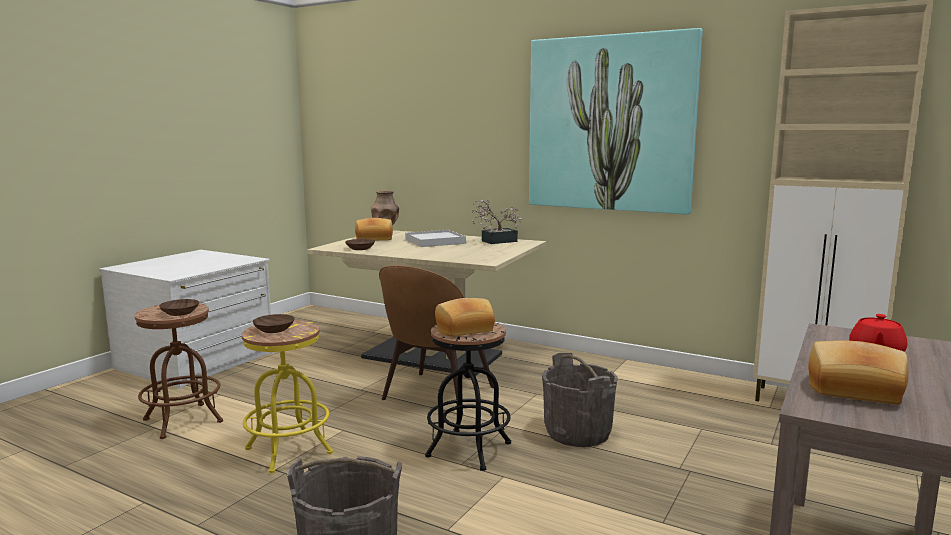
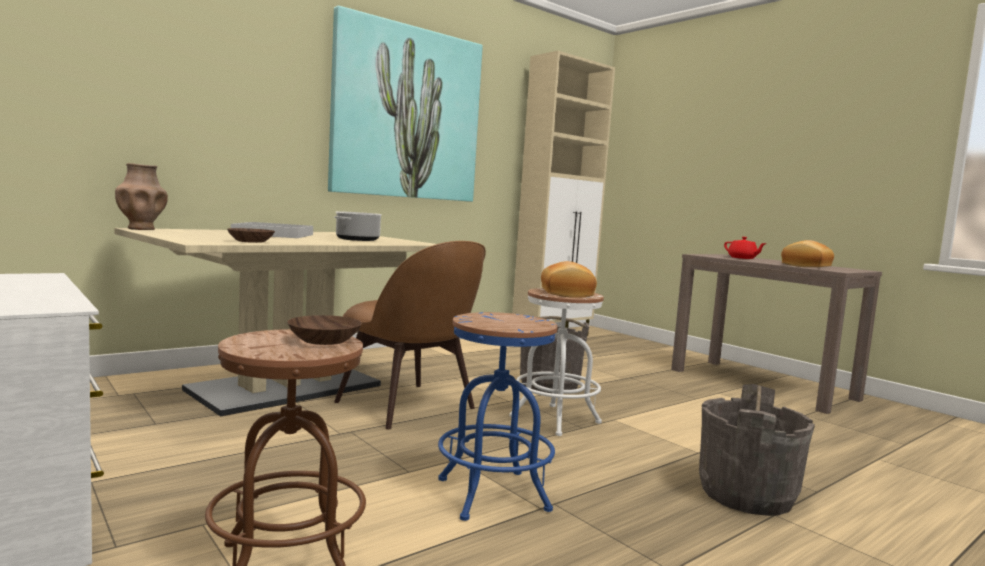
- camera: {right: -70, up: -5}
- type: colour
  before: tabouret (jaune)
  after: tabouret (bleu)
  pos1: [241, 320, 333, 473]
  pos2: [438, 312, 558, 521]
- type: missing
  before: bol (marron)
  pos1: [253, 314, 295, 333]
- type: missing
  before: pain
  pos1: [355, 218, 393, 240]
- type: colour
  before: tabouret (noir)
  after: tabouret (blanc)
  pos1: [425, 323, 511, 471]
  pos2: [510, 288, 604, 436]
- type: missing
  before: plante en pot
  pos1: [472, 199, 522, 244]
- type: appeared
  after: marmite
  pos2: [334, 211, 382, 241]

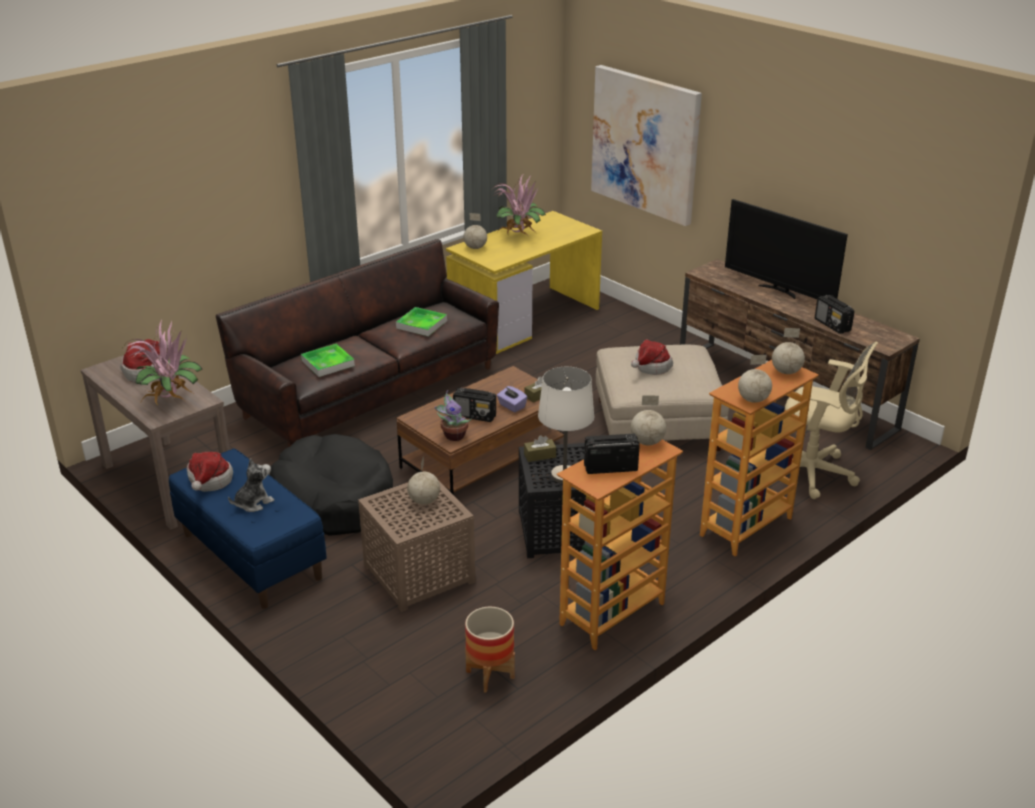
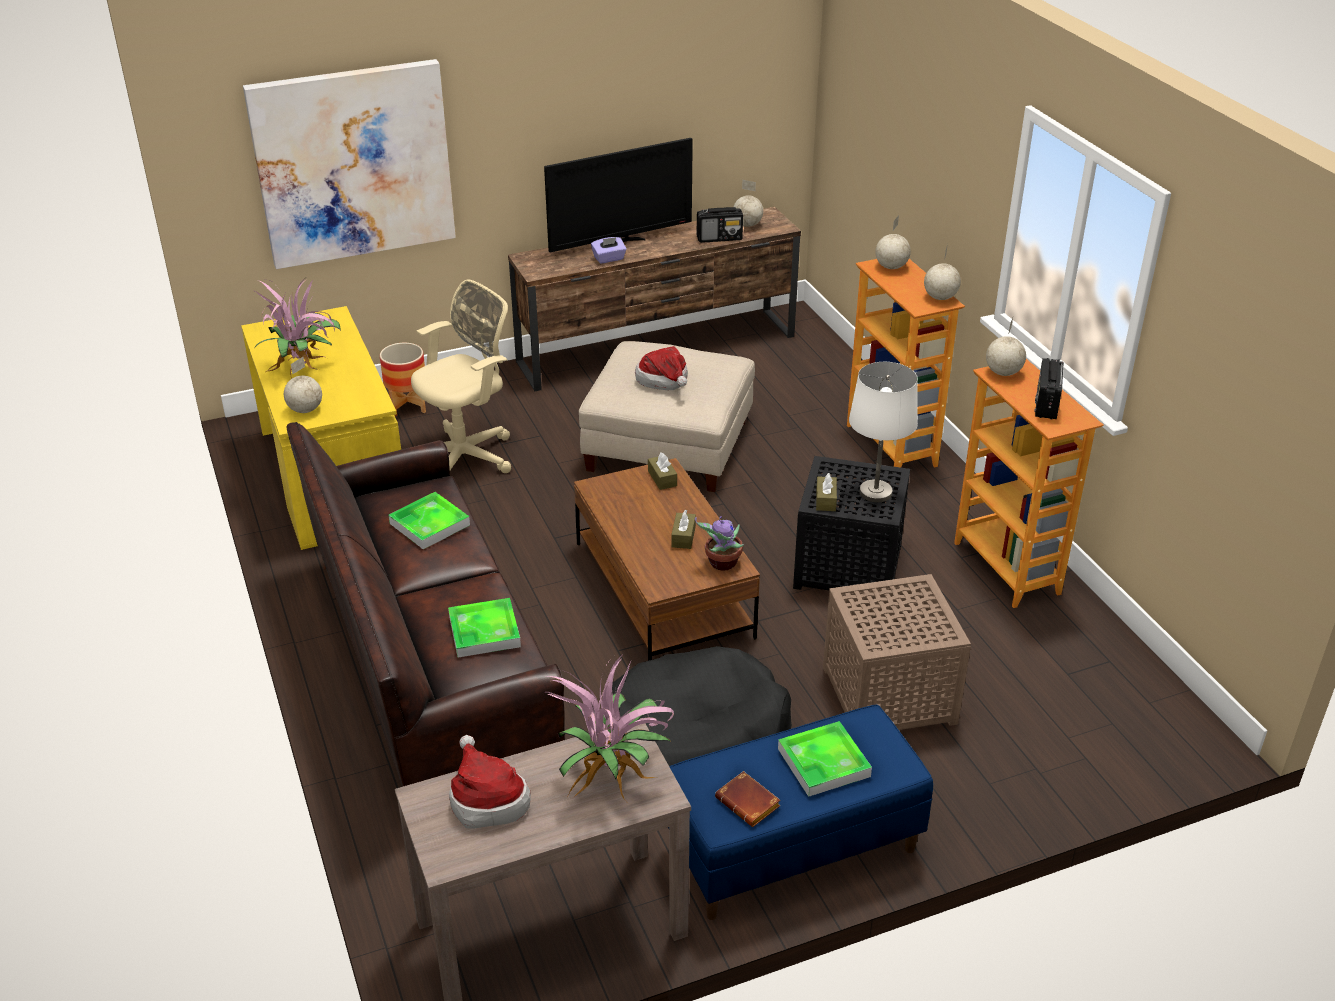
- camera: {right: -70, up: 5}
- type: exchanged
  before: chapeau
  after: livre (marron)
  pos1: [187, 452, 233, 492]
  pos2: [715, 771, 780, 827]
- type: exchanged
  before: peluche
  after: plateau
  pos1: [228, 458, 274, 512]
  pos2: [778, 721, 872, 797]
- type: relocated
  before: globe
  pos1: [407, 456, 440, 505]
  pos2: [733, 180, 763, 227]
- type: exchanged
  before: radio
  after: boîte à mouchoirs (marron)
  pos1: [453, 388, 496, 422]
  pos2: [671, 510, 696, 549]
- type: relocated
  before: cache-pot
  pos1: [465, 607, 515, 693]
  pos2: [380, 343, 426, 417]
- type: relocated
  before: boîte à mouchoirs (violet)
  pos1: [497, 386, 528, 412]
  pos2: [591, 237, 627, 264]
- type: relocated
  before: chaise de bureau (beige)
  pos1: [785, 342, 878, 499]
  pos2: [411, 279, 511, 473]

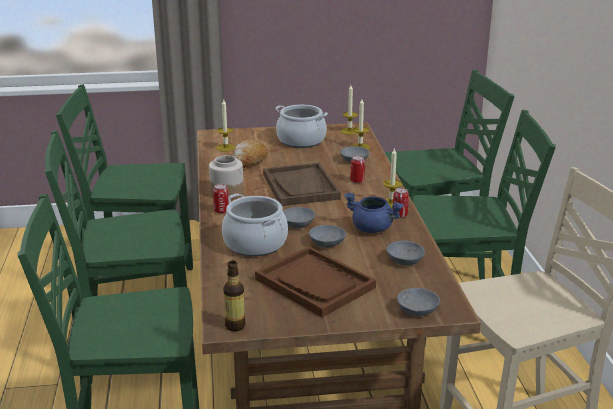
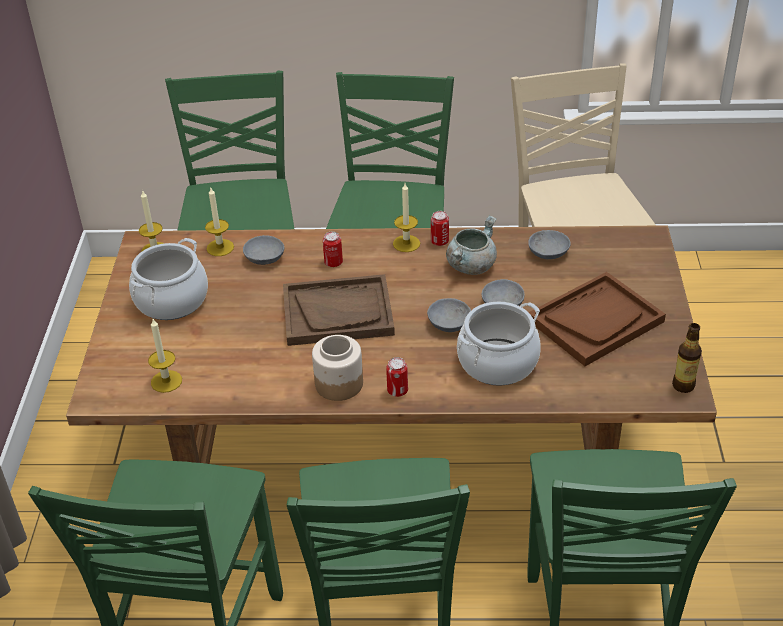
- camera: {right: -80, up: 15}
- type: missing
  before: pain
  pos1: [232, 140, 268, 168]
- type: colour
  before: marmite (bleu)
  after: marmite (gris)
  pos1: [344, 192, 404, 233]
  pos2: [446, 215, 497, 275]
- type: missing
  before: bol (gris)
  pos1: [397, 288, 440, 316]

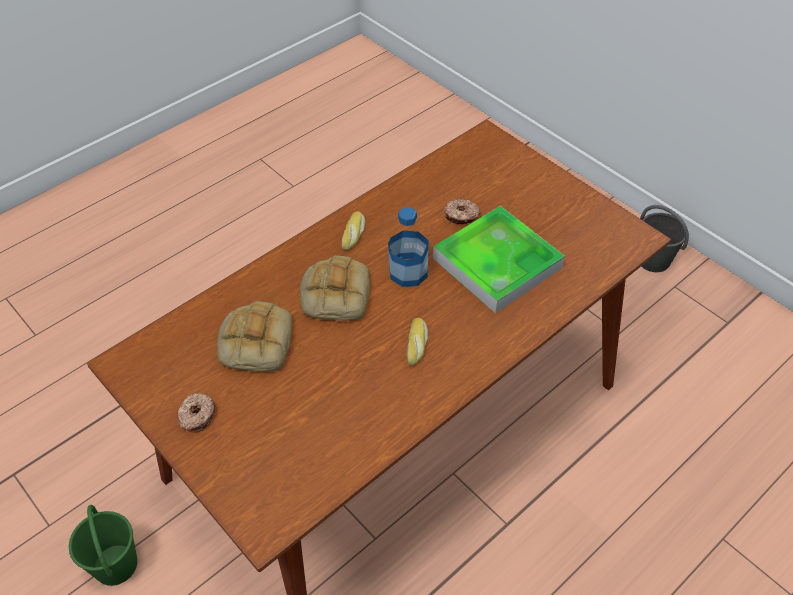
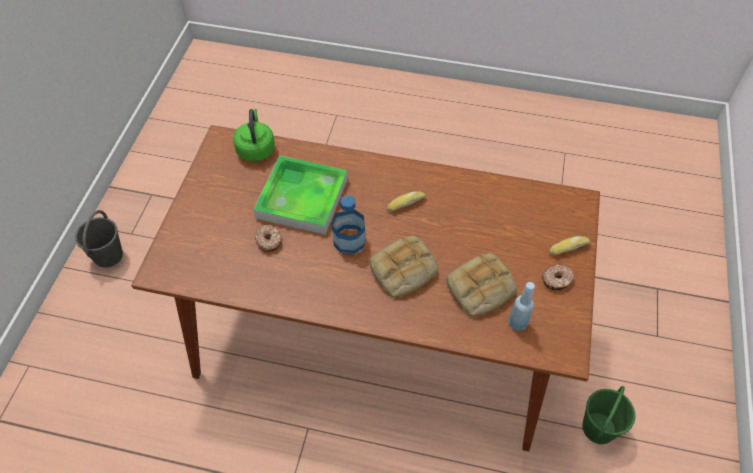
- camera: {right: -125, up: 5}
- type: relocated
  before: pain
  pos1: [342, 211, 365, 250]
  pos2: [549, 236, 590, 256]
- type: appeared
  after: bouilloire (vert)
  pos2: [233, 109, 275, 162]
- type: appeared
  after: bouteille (bleu)
  pos2: [508, 282, 535, 331]

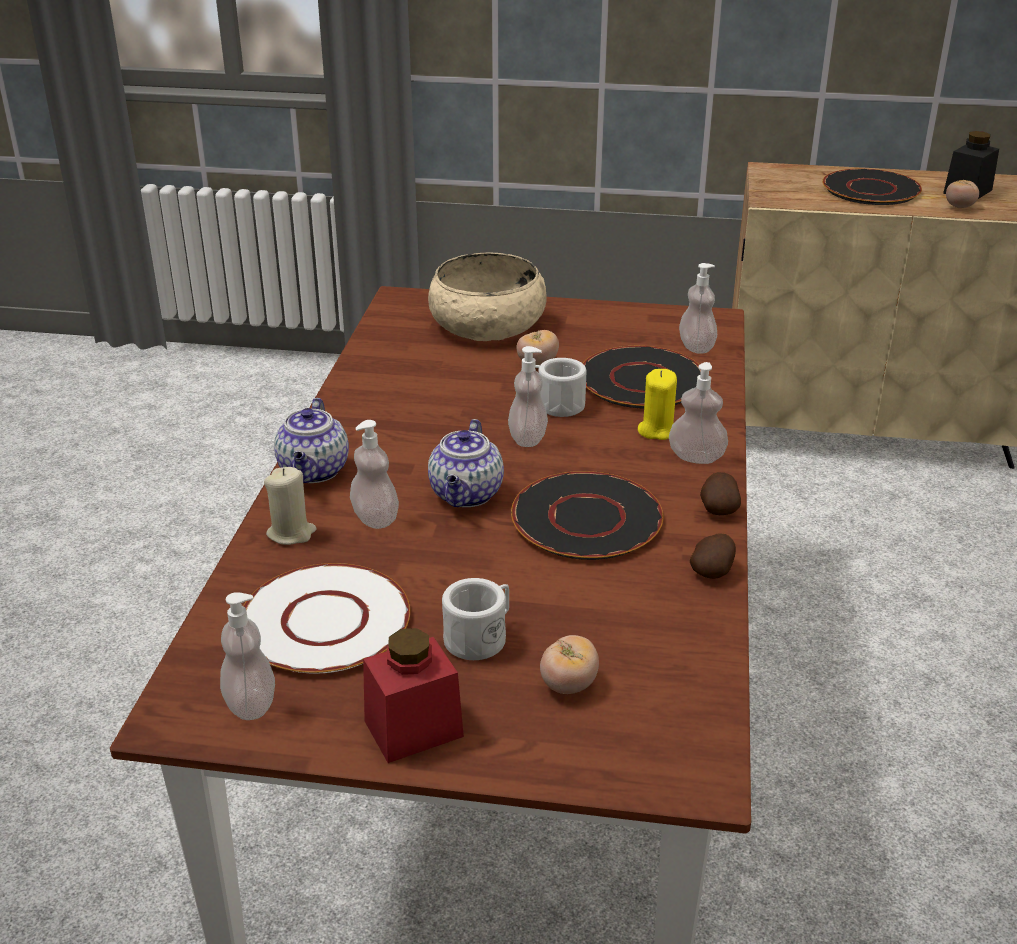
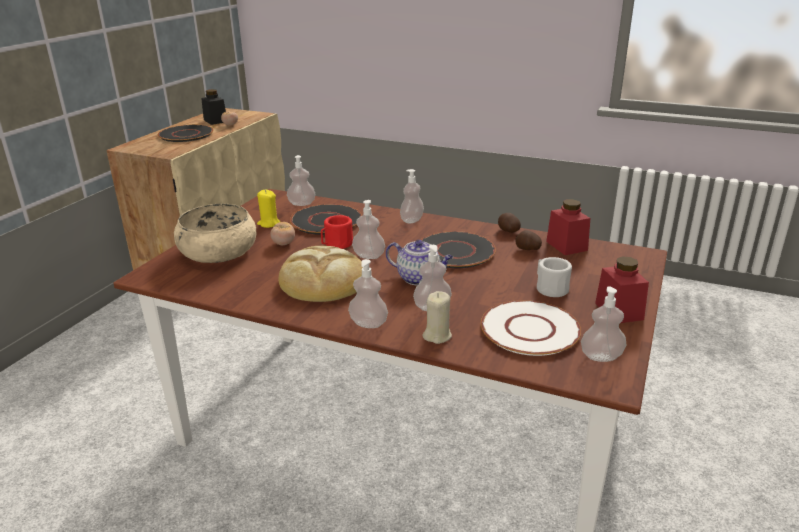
- camera: {right: -75, up: -5}
- type: exchanged
  before: théière
  after: distributeur de savon
  pos1: [274, 398, 349, 483]
  pos2: [348, 259, 388, 328]
- type: colour
  before: mug (blanc)
  after: mug (rouge)
  pos1: [535, 358, 586, 417]
  pos2: [321, 215, 353, 249]
- type: missing
  before: tomate
  pos1: [540, 635, 599, 694]
- type: relocated
  before: bougie (jaune)
  pos1: [638, 369, 677, 440]
  pos2: [257, 189, 280, 228]
- type: relocated
  before: pomme de terre
  pos1: [700, 472, 741, 515]
  pos2: [515, 230, 542, 250]
- type: appeared
  after: pain
  pos2: [279, 246, 363, 302]
- type: appeared
  after: bocal (rouge)
  pos2: [546, 199, 590, 255]

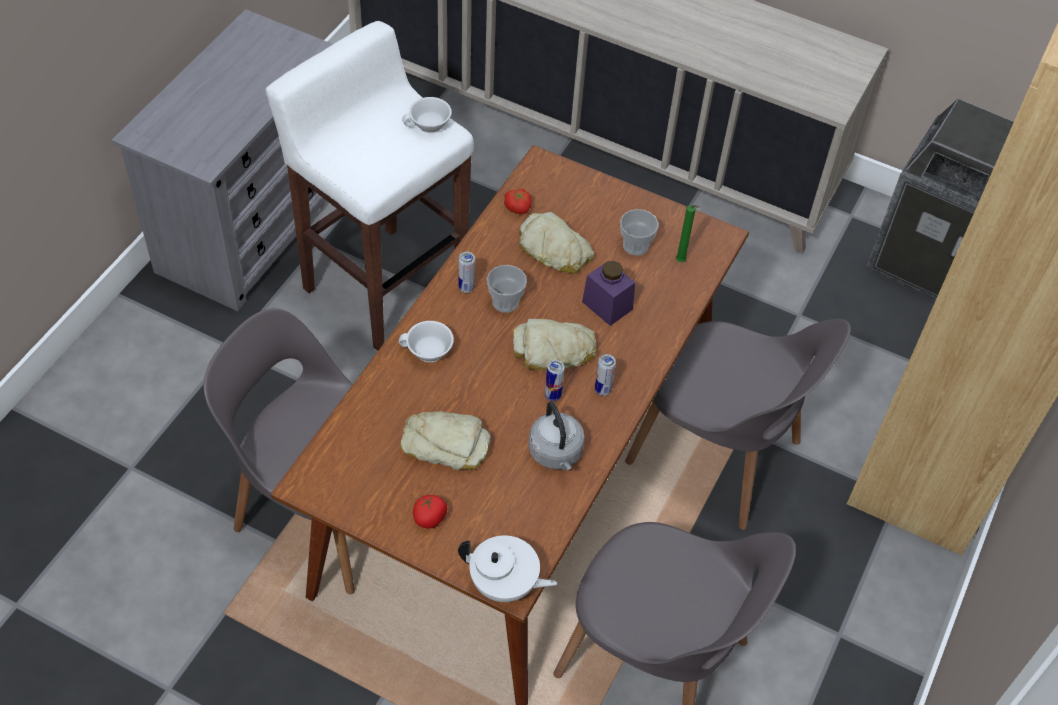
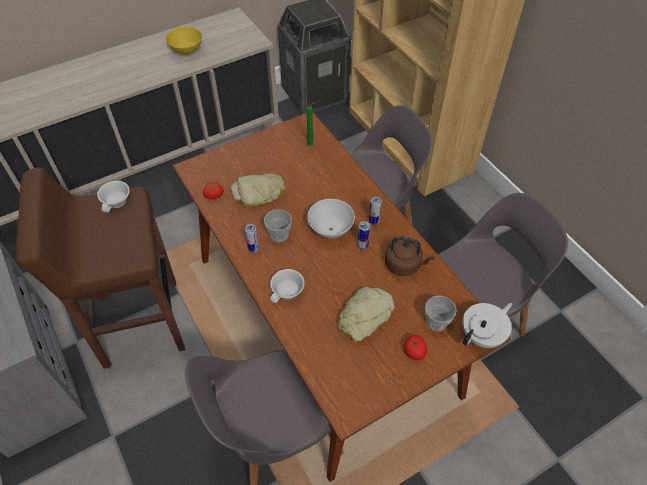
- camera: {right: -55, up: 0}
- type: colour
  before: tabouret (blanc)
  after: tabouret (marron)
  pos1: [265, 21, 474, 351]
  pos2: [16, 167, 185, 369]
- type: exchanged
  before: pain
  after: bol (blanc)
  pos1: [513, 319, 596, 370]
  pos2: [307, 199, 355, 238]
- type: colour
  before: bouilloire (gris)
  after: bouilloire (marron)
  pos1: [528, 402, 585, 470]
  pos2: [385, 236, 434, 276]
- type: missing
  before: bocal (violet)
  pos1: [582, 261, 635, 326]
- type: relocated
  before: tasse
  pos1: [620, 209, 658, 256]
  pos2: [425, 295, 457, 332]
- type: appeared
  after: bol (jaune)
  pos2: [166, 27, 202, 55]

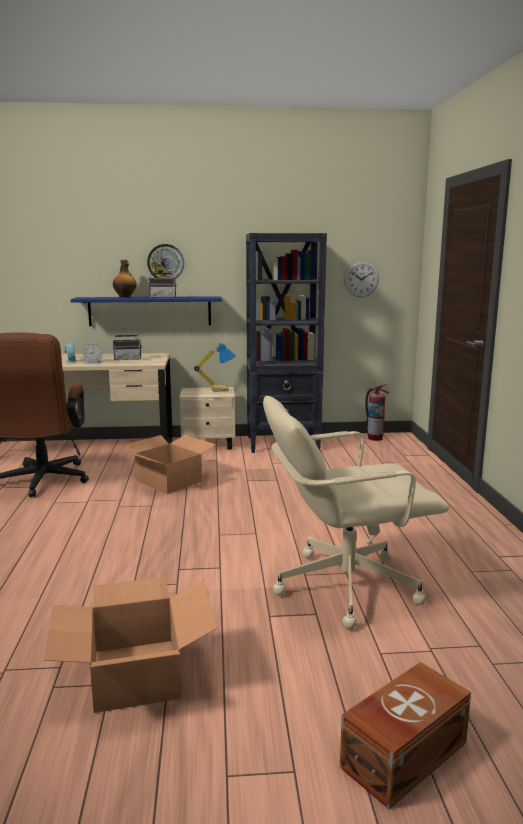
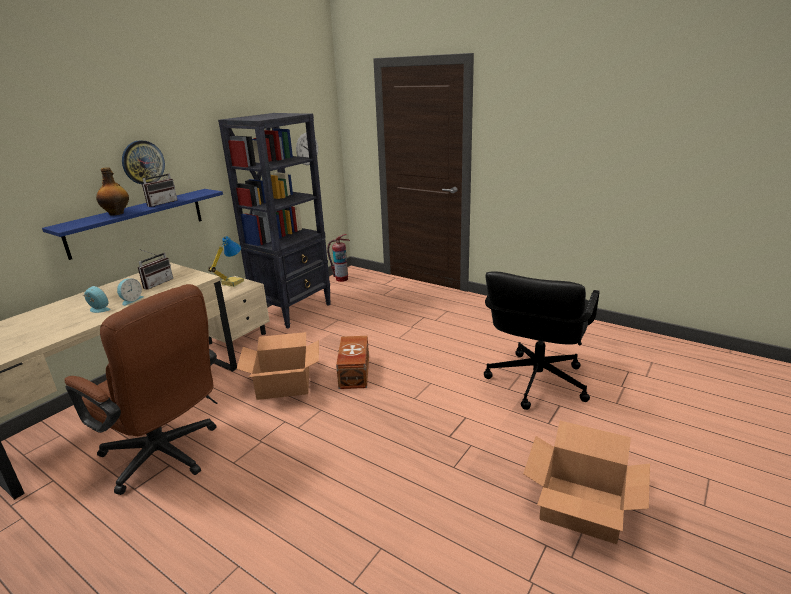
- camera: {right: -50, up: 10}
- type: colour
  before: chaise de bureau (beige)
  after: chaise de bureau (noir)
  pos1: [263, 396, 449, 629]
  pos2: [484, 271, 600, 410]
- type: relocated
  before: boîte de rangement (marron)
  pos1: [340, 662, 471, 810]
  pos2: [336, 336, 369, 389]

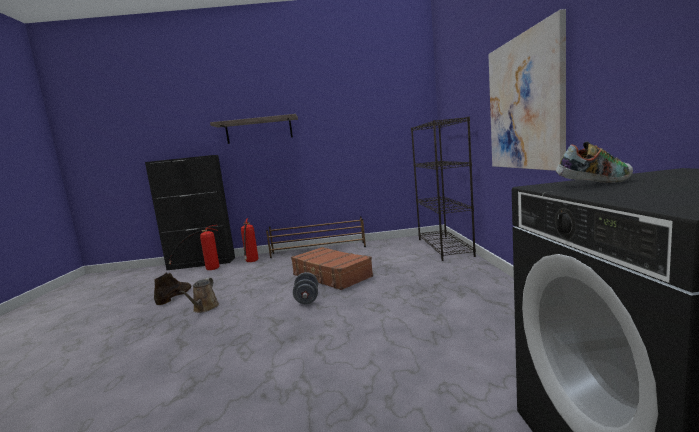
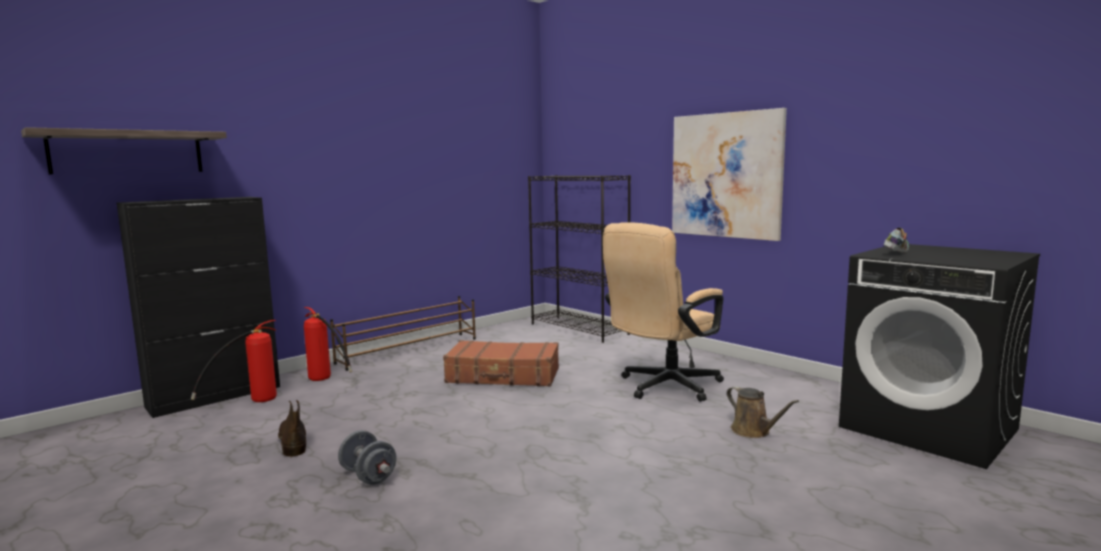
- camera: {right: -40, up: 0}
- type: relocated
  before: arrosoir (marron)
  pos1: [180, 278, 219, 313]
  pos2: [727, 386, 799, 438]
- type: relocated
  before: étagère
  pos1: [210, 114, 298, 144]
  pos2: [21, 127, 227, 174]
- type: relocated
  before: haltère (gris)
  pos1: [293, 272, 318, 304]
  pos2: [338, 430, 397, 485]
- type: appeared
  after: chaise de bureau (beige)
  pos2: [603, 222, 724, 402]

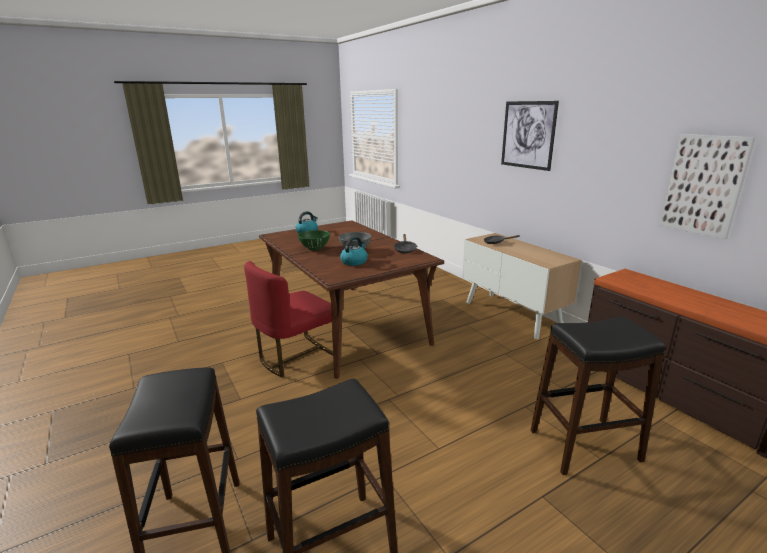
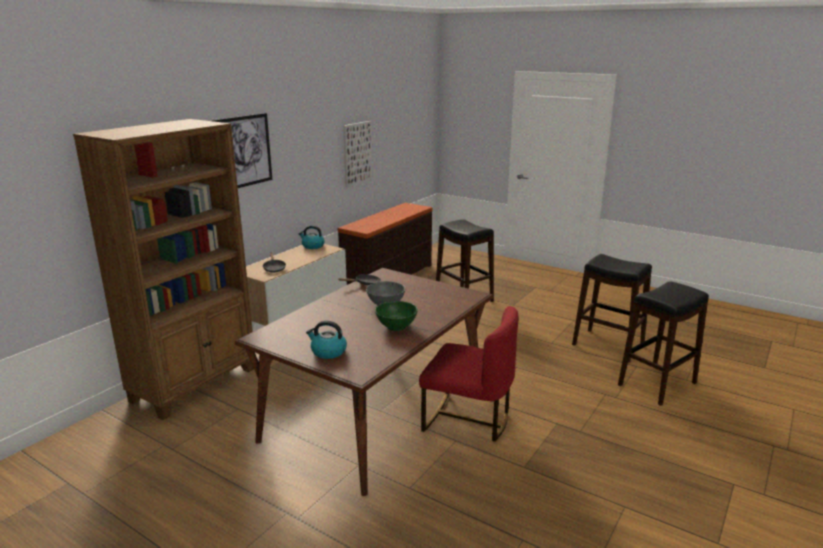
- camera: {right: -115, up: 0}
- type: relocated
  before: bouilloire
  pos1: [340, 236, 368, 266]
  pos2: [299, 225, 325, 249]
- type: appeared
  after: bibliothèque (marron)
  pos2: [73, 119, 254, 420]

